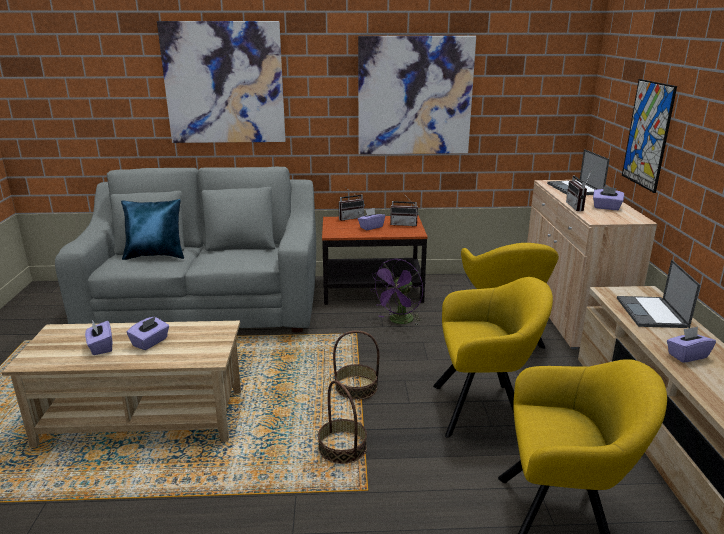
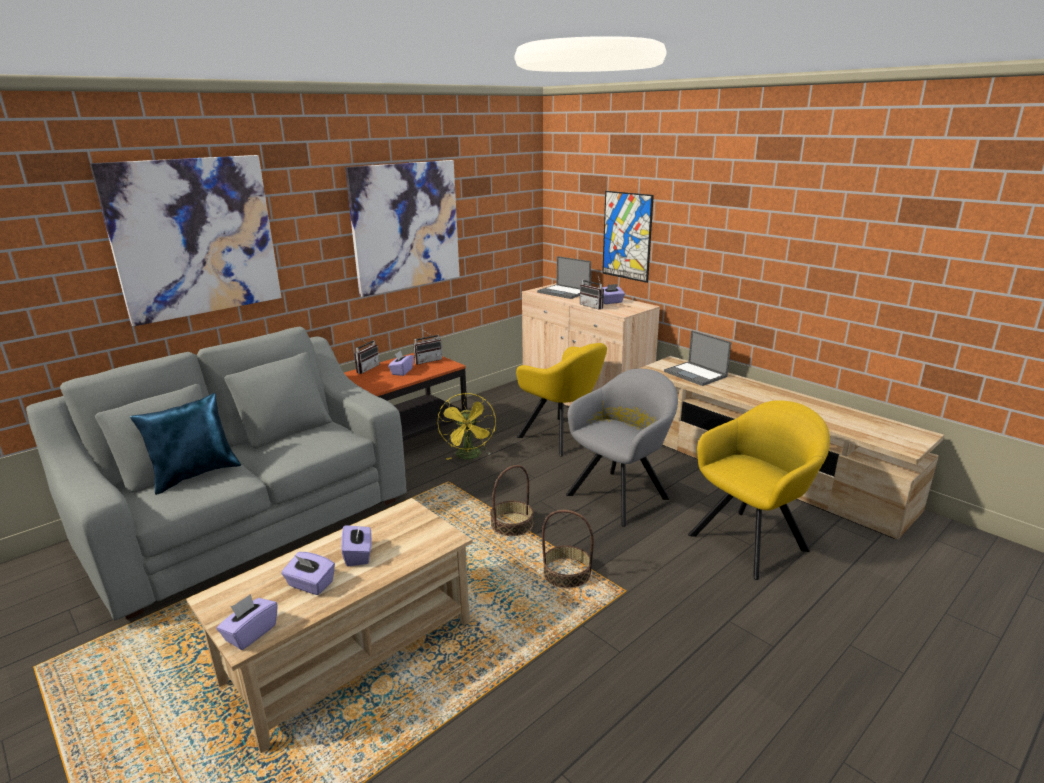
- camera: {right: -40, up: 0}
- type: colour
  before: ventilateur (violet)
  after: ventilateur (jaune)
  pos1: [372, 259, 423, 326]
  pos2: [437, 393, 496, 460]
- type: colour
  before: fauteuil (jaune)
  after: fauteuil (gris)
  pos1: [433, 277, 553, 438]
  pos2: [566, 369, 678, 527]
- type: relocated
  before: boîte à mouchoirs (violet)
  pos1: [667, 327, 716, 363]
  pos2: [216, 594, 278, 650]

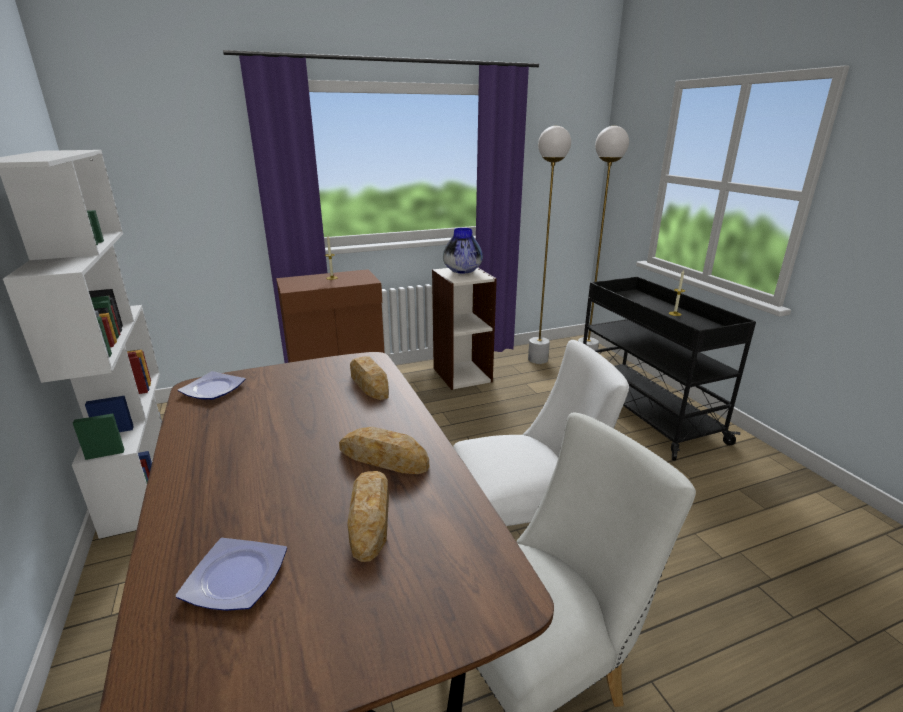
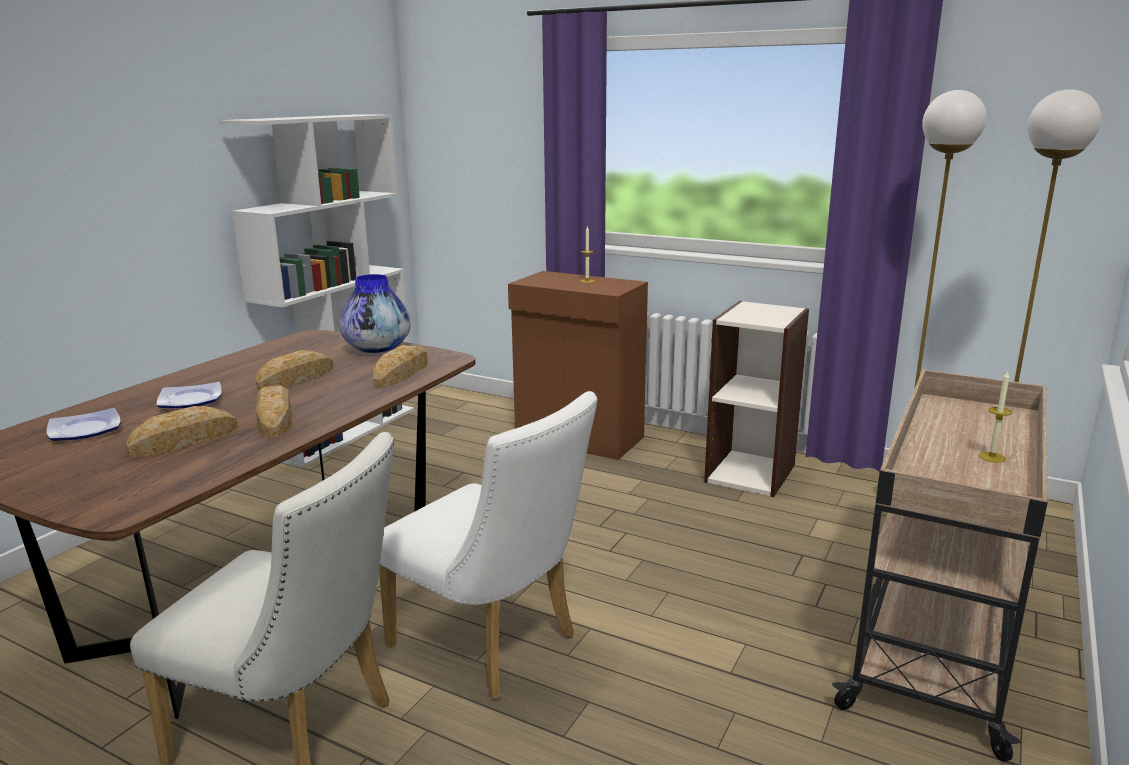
- camera: {right: 50, up: -5}
- type: relocated
  before: assiette
  pos1: [178, 371, 246, 400]
  pos2: [157, 382, 222, 408]
- type: relocated
  before: vase
  pos1: [443, 228, 483, 273]
  pos2: [339, 274, 411, 353]
- type: colour
  before: chariot (noir)
  after: chariot (beige)
  pos1: [583, 277, 756, 461]
  pos2: [832, 369, 1048, 761]
- type: appeared
  after: pain
  pos2: [256, 350, 334, 390]

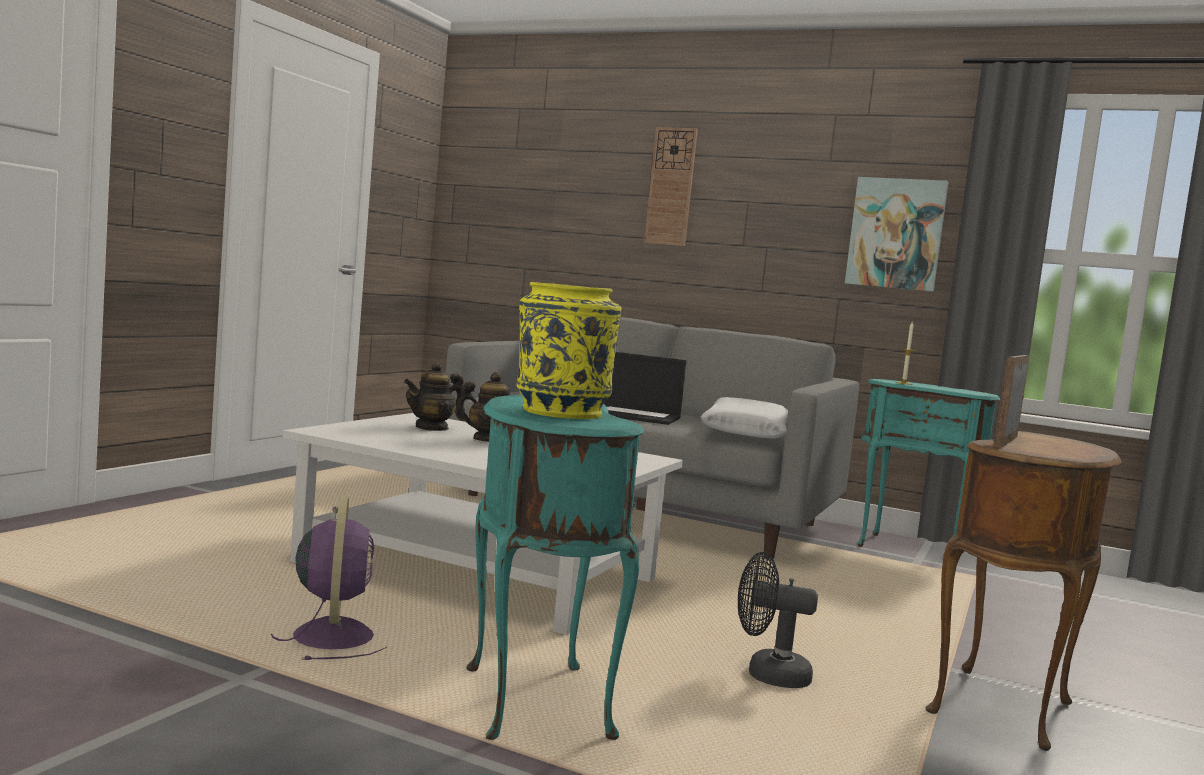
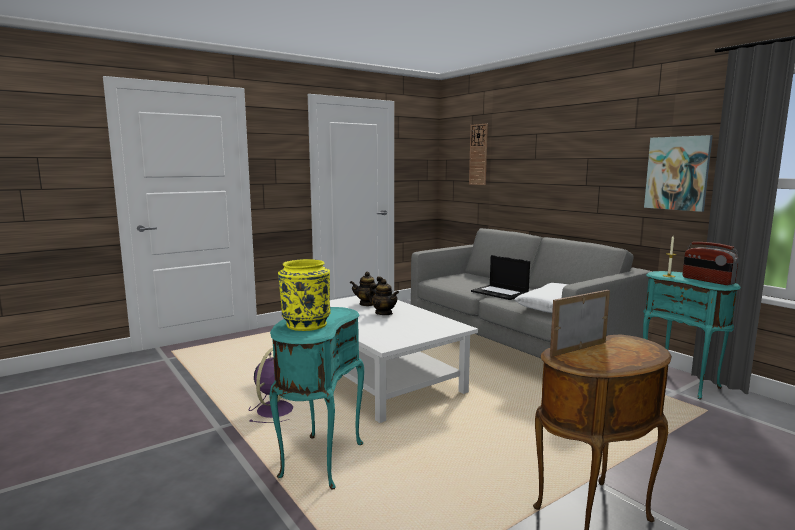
- camera: {right: 30, up: 5}
- type: relocated
  before: horloge murale
  pos1: [644, 127, 698, 246]
  pos2: [469, 124, 488, 185]
- type: missing
  before: ventilateur (noir)
  pos1: [738, 552, 818, 688]
- type: appeared
  after: radio
  pos2: [683, 242, 739, 285]

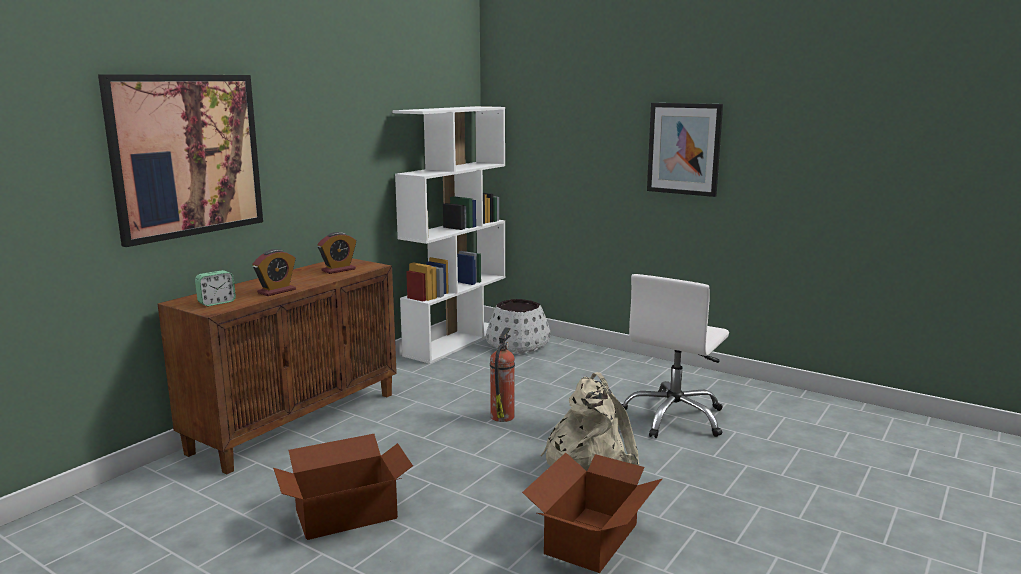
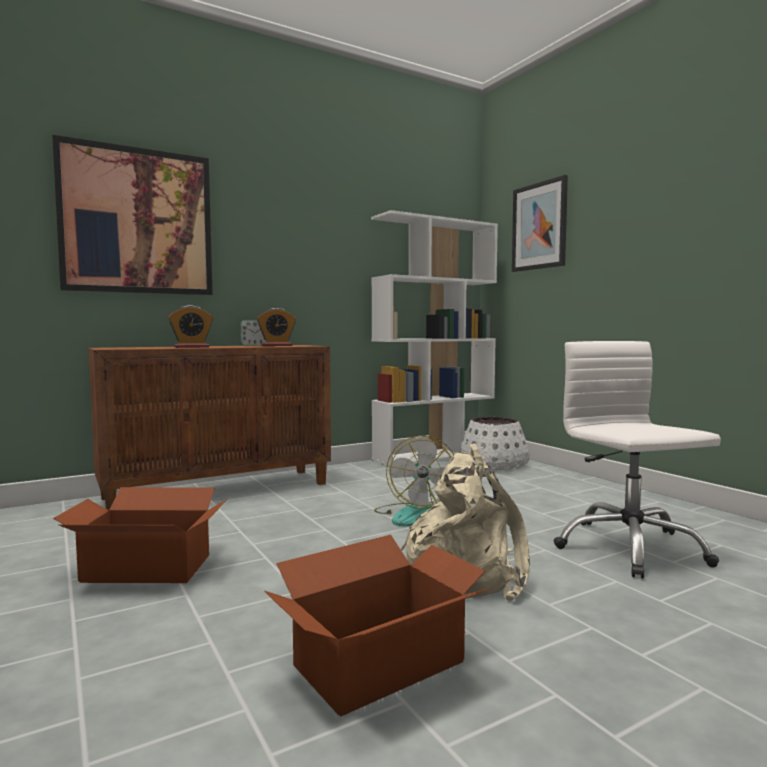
- camera: {right: 25, up: -10}
- type: relocated
  before: réveil
  pos1: [195, 270, 236, 306]
  pos2: [240, 320, 266, 346]
- type: exchanged
  before: extincteur
  after: ventilateur
  pos1: [490, 327, 515, 422]
  pos2: [374, 436, 454, 526]
- type: spun
  before: chaise de bureau (blanc)
  pos1: [622, 274, 729, 438]
  pos2: [554, 341, 721, 578]
  turn: 105
- type: relocated
  before: tableau
  pos1: [647, 103, 723, 197]
  pos2: [512, 175, 568, 272]

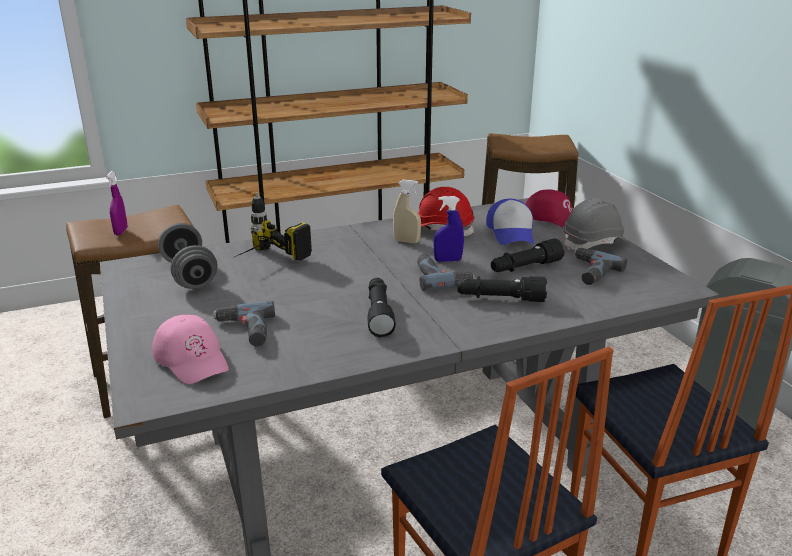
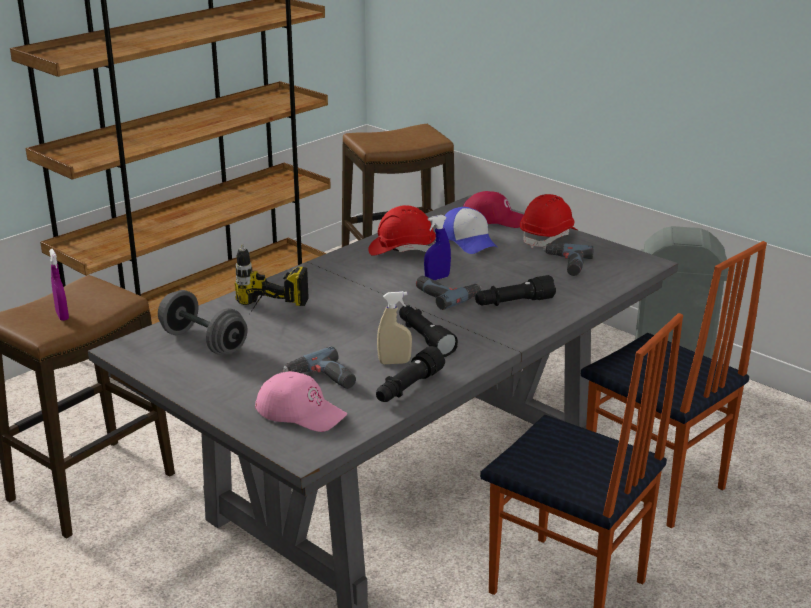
- camera: {right: -25, up: 0}
- type: relocated
  before: vaporisateur (beige)
  pos1: [393, 180, 421, 243]
  pos2: [377, 291, 412, 364]
- type: relocated
  before: lampe de poche (noir)
  pos1: [491, 239, 564, 272]
  pos2: [376, 346, 445, 402]
- type: colour
  before: casque de chantier (gris)
  after: casque de chantier (rouge)
  pos1: [563, 198, 629, 251]
  pos2: [520, 194, 577, 248]

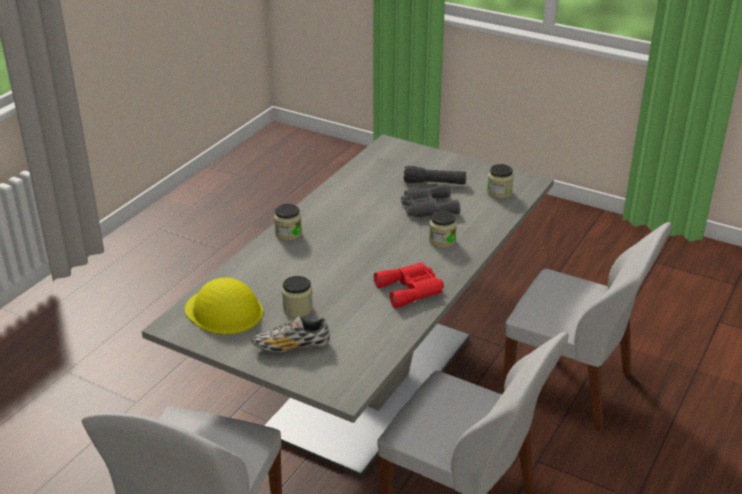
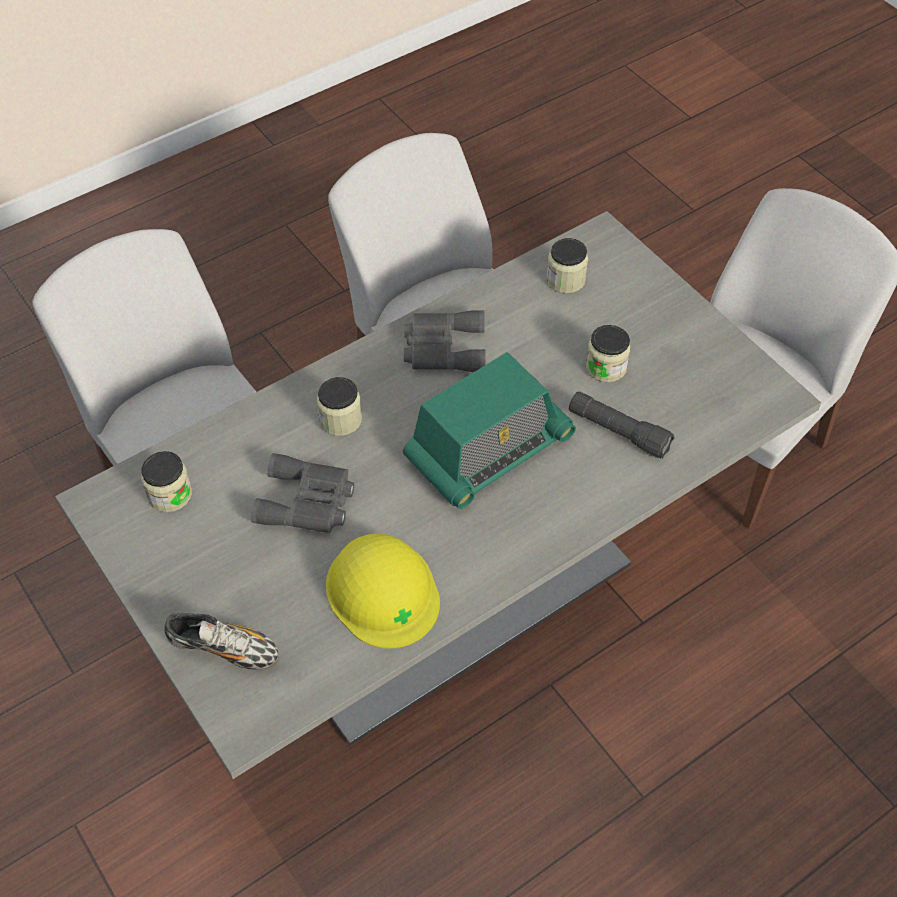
- camera: {right: -155, up: 20}
- type: relocated
  before: casque de chantier (jaune)
  pos1: [185, 278, 263, 334]
  pos2: [326, 534, 440, 649]
- type: relocated
  before: chaussure
  pos1: [252, 316, 330, 352]
  pos2: [164, 613, 279, 670]
- type: relocated
  before: bocal
  pos1: [274, 204, 302, 241]
  pos2: [546, 238, 588, 293]
- type: colour
  before: jumelles (rouge)
  after: jumelles (gris)
  pos1: [374, 262, 444, 308]
  pos2: [404, 311, 486, 372]
- type: relocated
  before: lampe de poche (noir)
  pos1: [404, 166, 466, 185]
  pos2: [569, 392, 675, 459]
- type: appeared
  after: radio
  pos2: [403, 352, 576, 509]

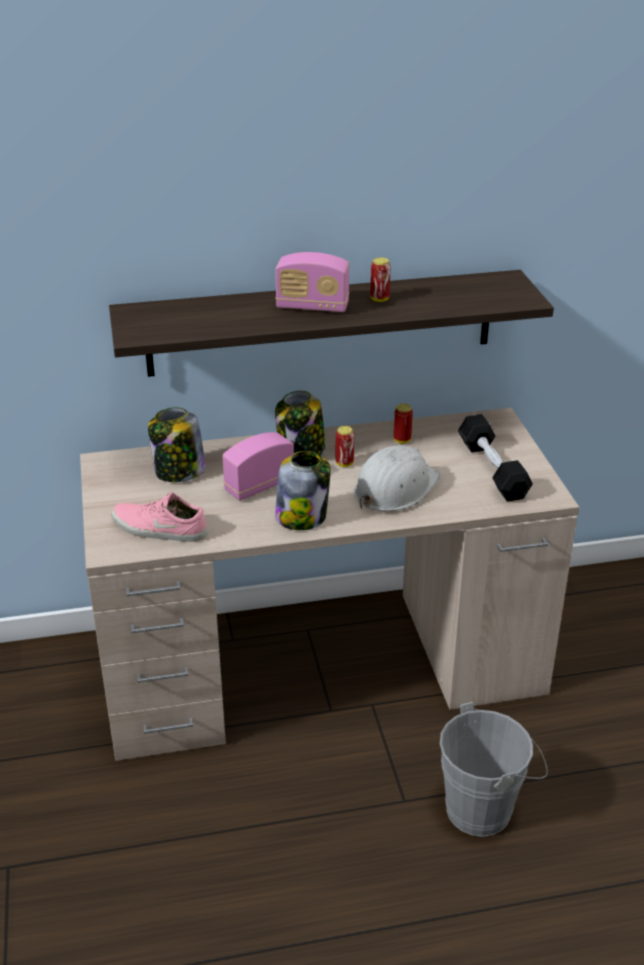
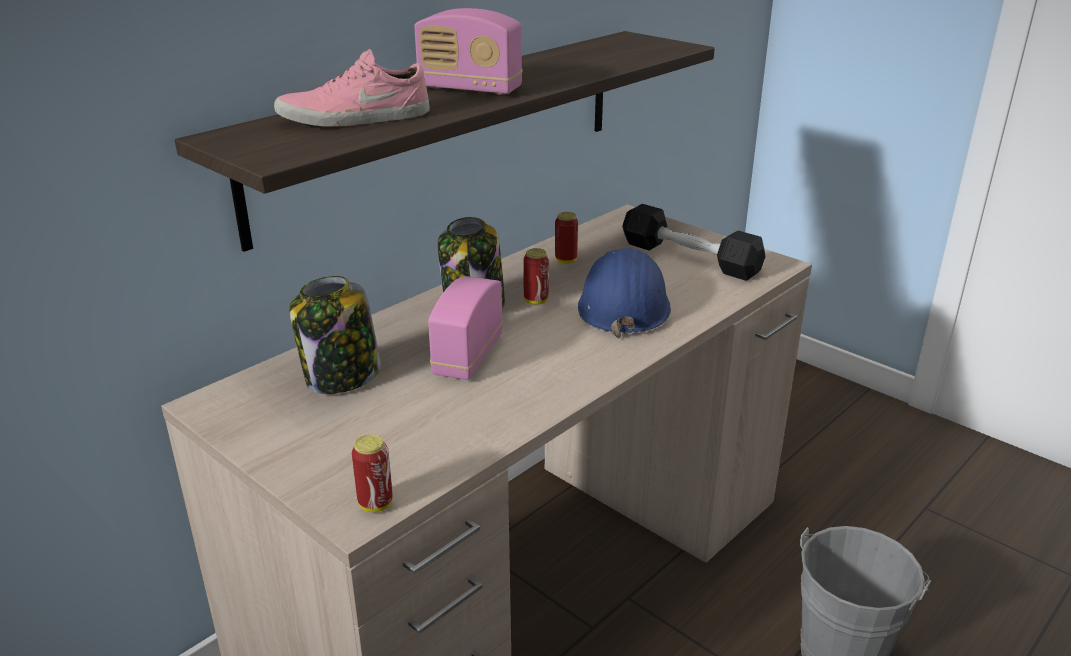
- camera: {right: -35, up: -5}
- type: relocated
  before: chaussure (rose)
  pos1: [111, 492, 208, 542]
  pos2: [274, 49, 430, 127]
- type: spun
  before: radio
  pos1: [275, 252, 349, 312]
  pos2: [414, 8, 523, 95]
  turn: 45
- type: missing
  before: bocal
  pos1: [275, 451, 331, 530]
- type: colour
  before: casque de chantier (blanc)
  after: casque de chantier (bleu)
  pos1: [354, 445, 440, 511]
  pos2: [578, 248, 671, 338]
- type: relocated
  before: boîte métallique
  pos1: [371, 258, 391, 302]
  pos2: [352, 434, 393, 512]

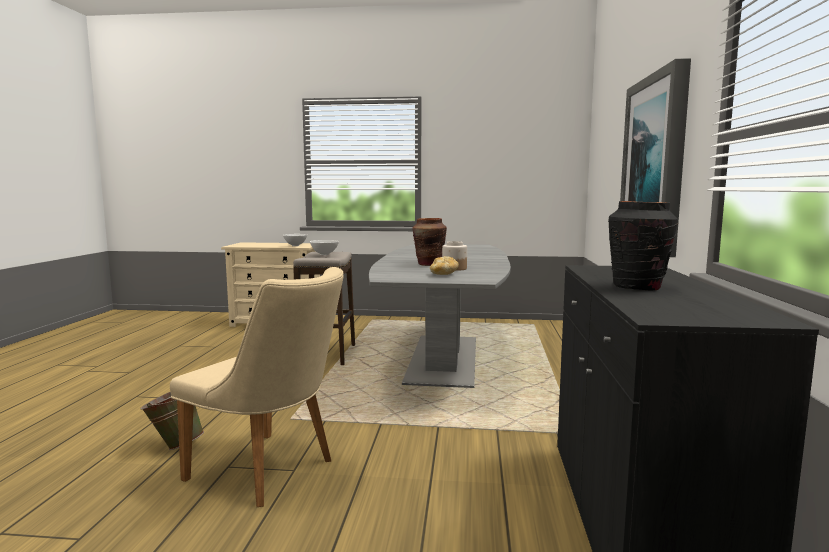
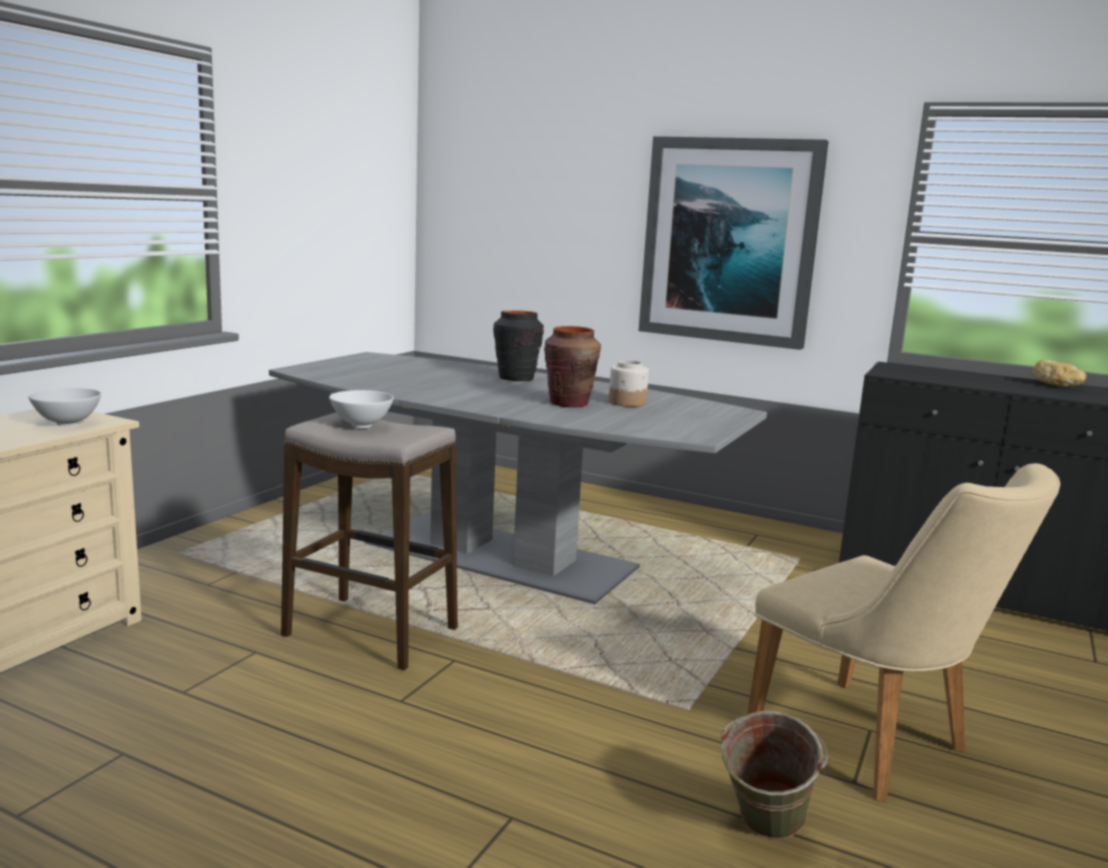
- camera: {right: -70, up: 5}
- type: spun
  before: chaise (beige)
  pos1: [170, 267, 343, 507]
  pos2: [747, 463, 1060, 802]
  turn: 90
- type: relocated
  before: pain
  pos1: [430, 256, 459, 275]
  pos2: [1033, 360, 1087, 387]
- type: relocated
  before: vase (noir)
  pos1: [608, 201, 678, 290]
  pos2: [493, 311, 544, 381]

